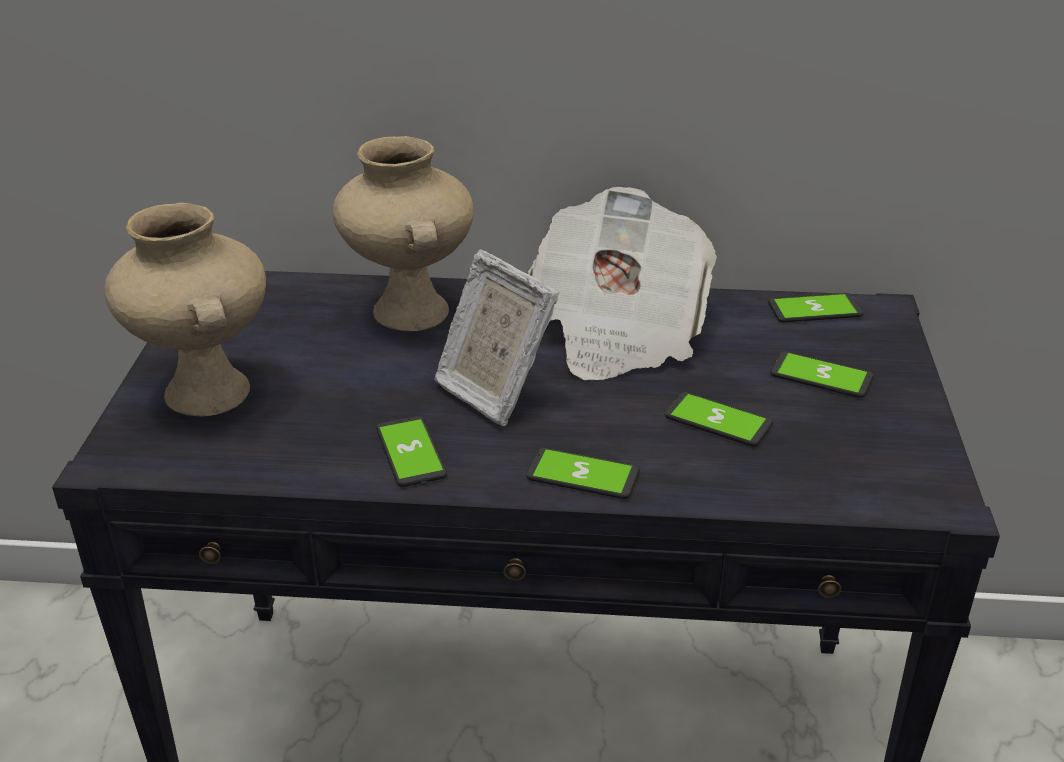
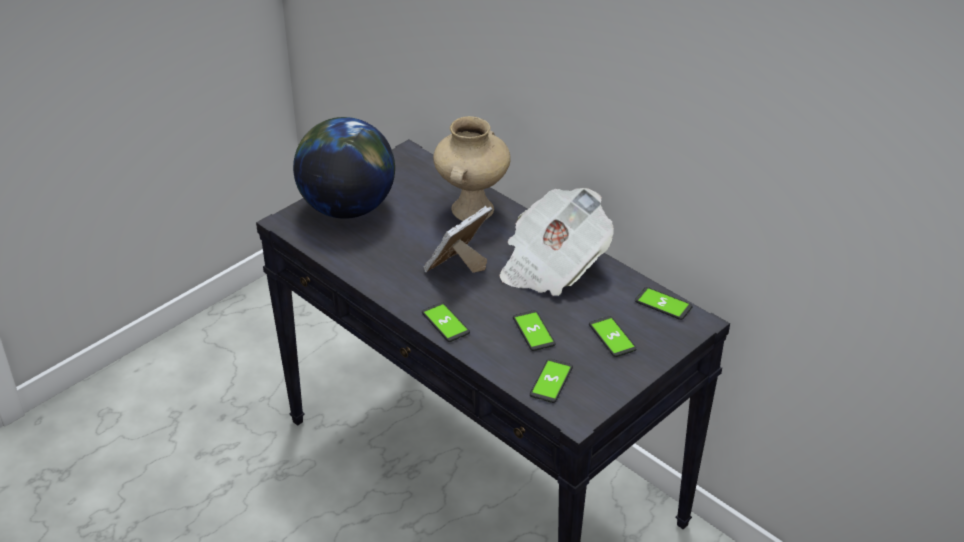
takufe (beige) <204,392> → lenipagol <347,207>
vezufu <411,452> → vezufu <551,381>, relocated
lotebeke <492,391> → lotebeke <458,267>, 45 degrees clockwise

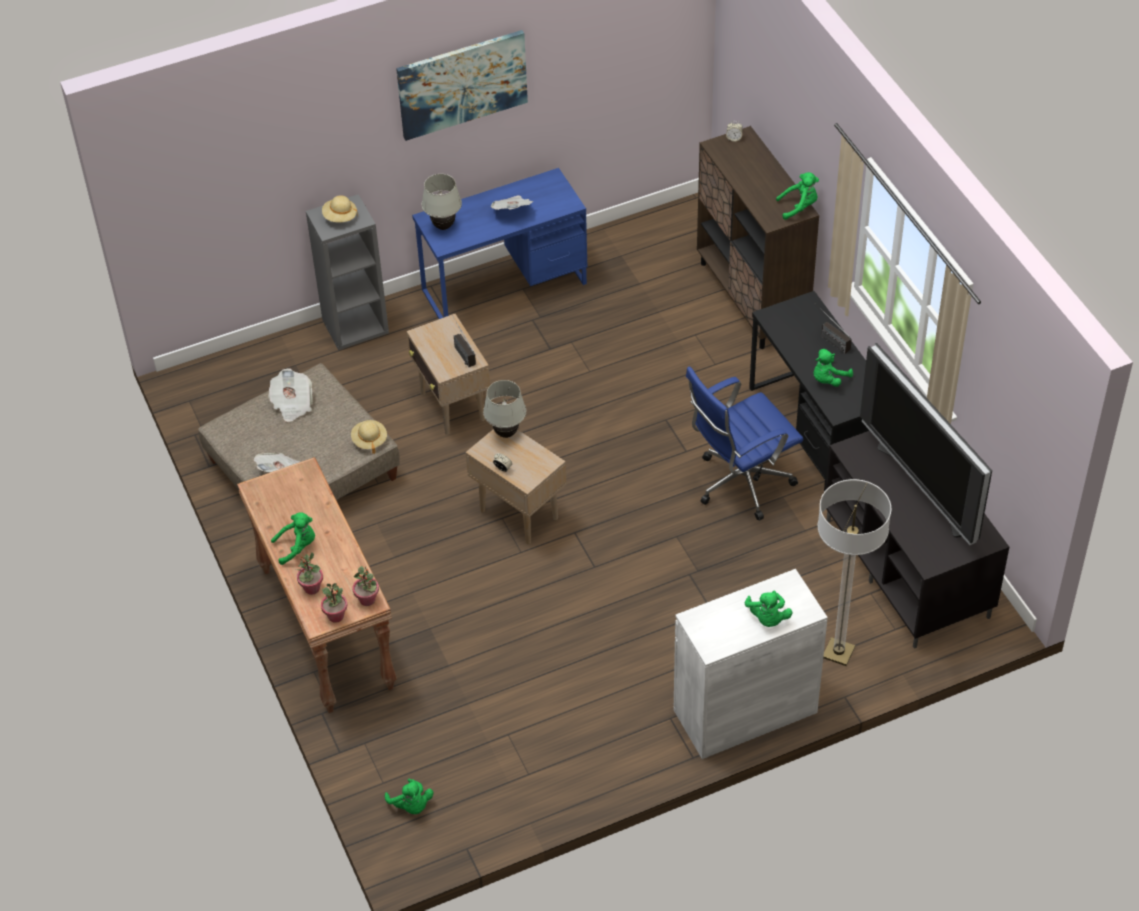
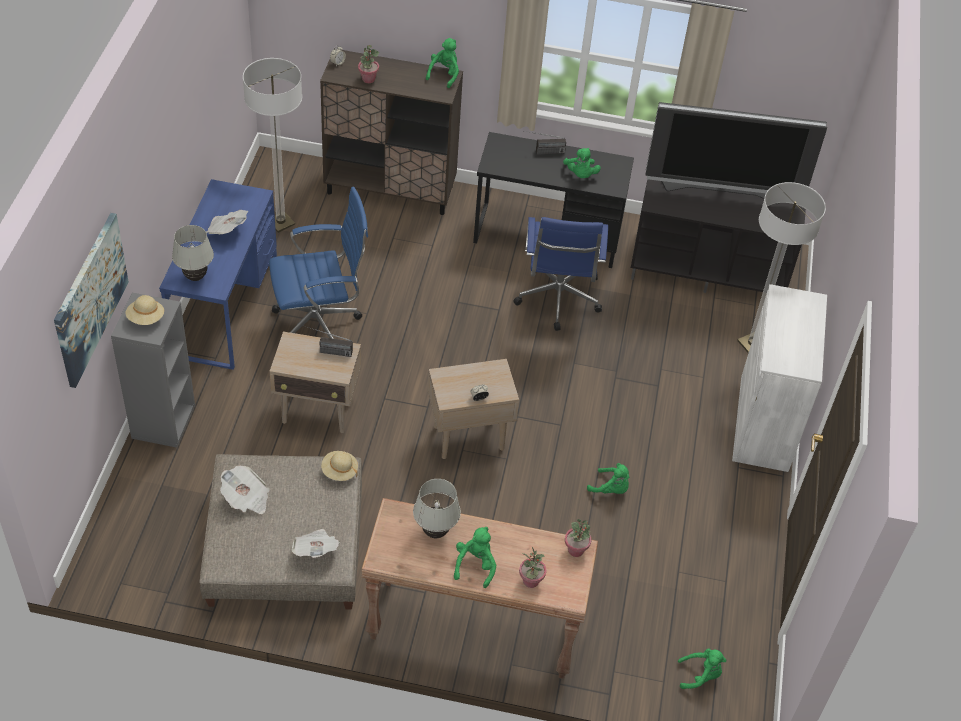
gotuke <336,616> → gotuke <368,79>, relocated
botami <462,84> → botami <90,299>, relocated
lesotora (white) <506,433> → lesotora (white) <435,532>, relocated
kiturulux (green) <767,618> → kiturulux (green) <611,489>, relocated
- → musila <281,223>
- → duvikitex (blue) <320,324>

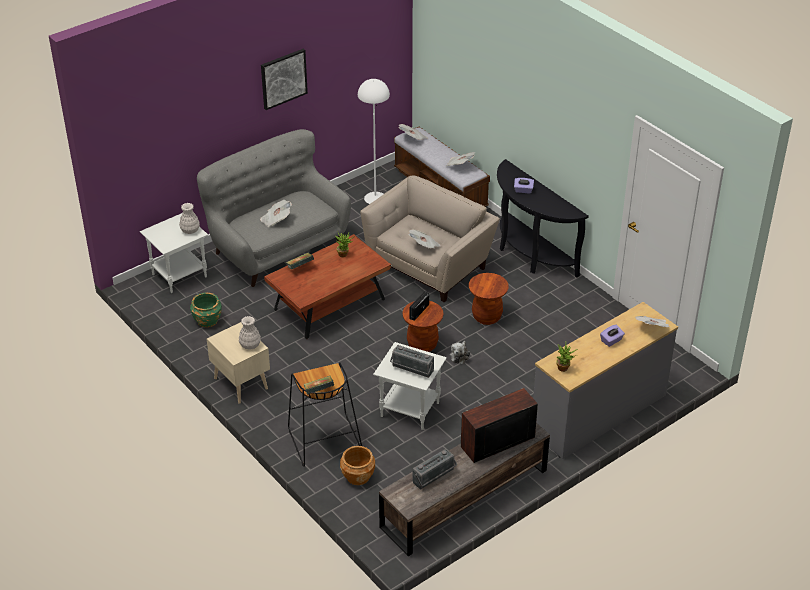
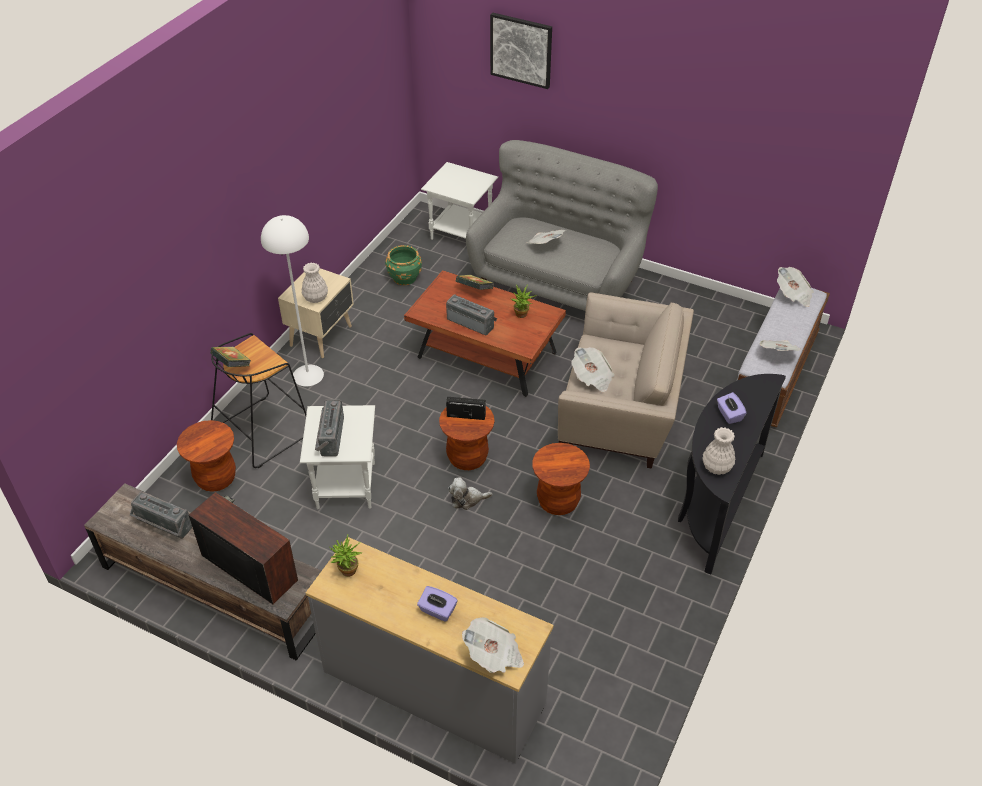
takufe (white) <190,230> → takufe (white) <717,467>, relocated
botami <283,78> → botami <521,50>, relocated
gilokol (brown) <357,476> → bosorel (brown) <216,478>
musila (white) <375,198> → musila (white) <308,375>, relocated
- → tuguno <472,322>

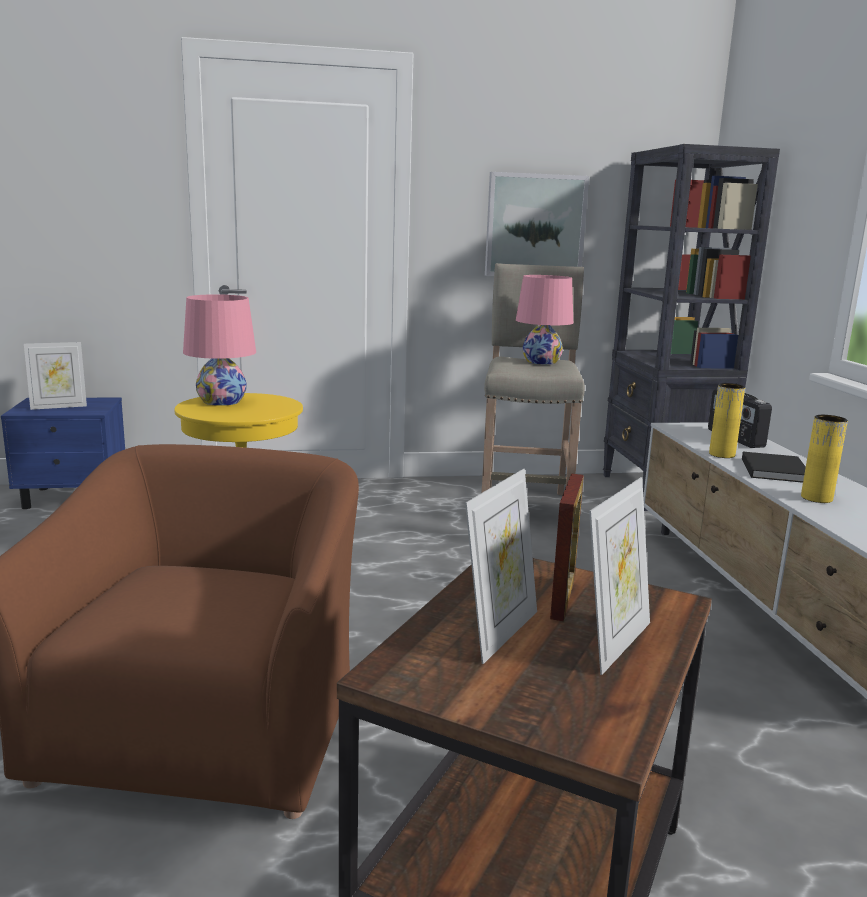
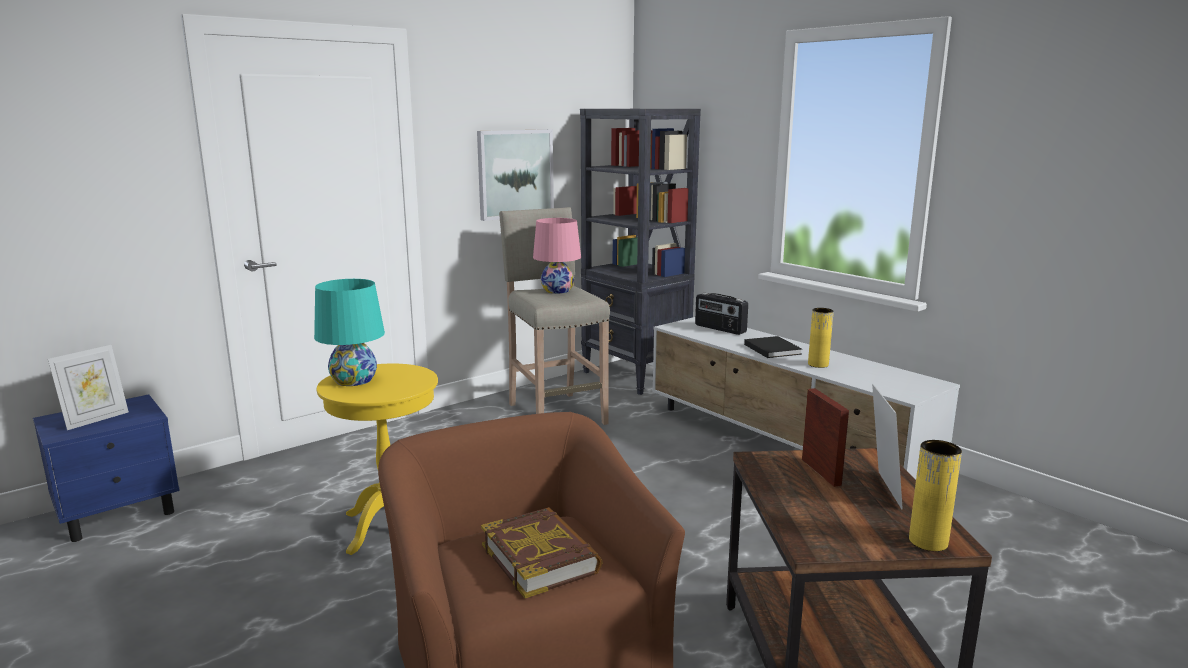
lesotora (pink) <221,401> → lesotora (turquoise) <353,380>
lotebeke <499,632> → -
takufe (yellow) <722,454> → takufe (yellow) <928,542>, relocated
- → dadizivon <540,558>

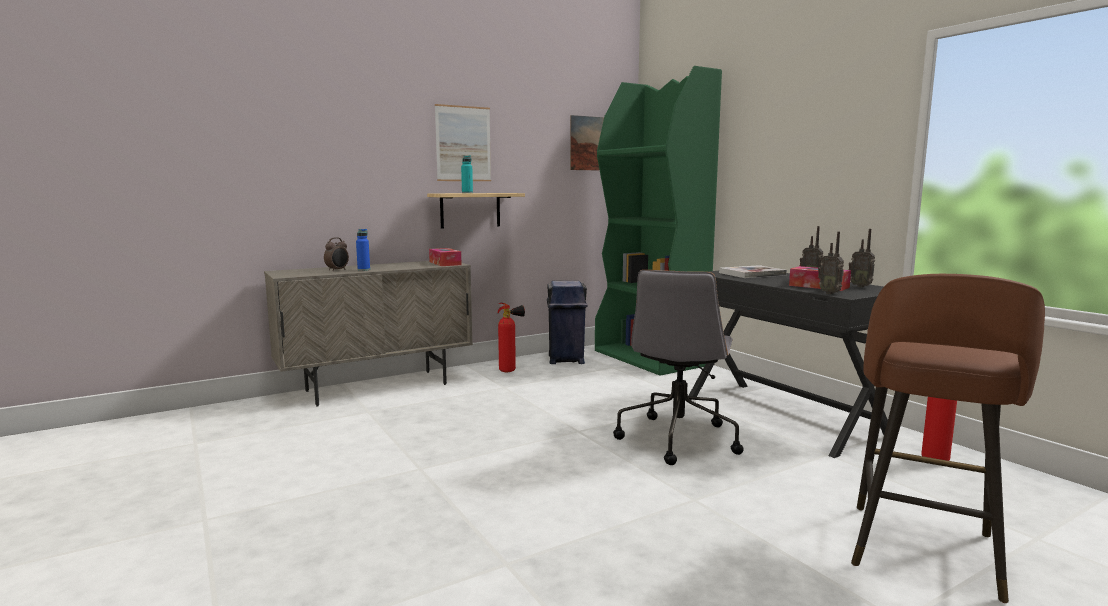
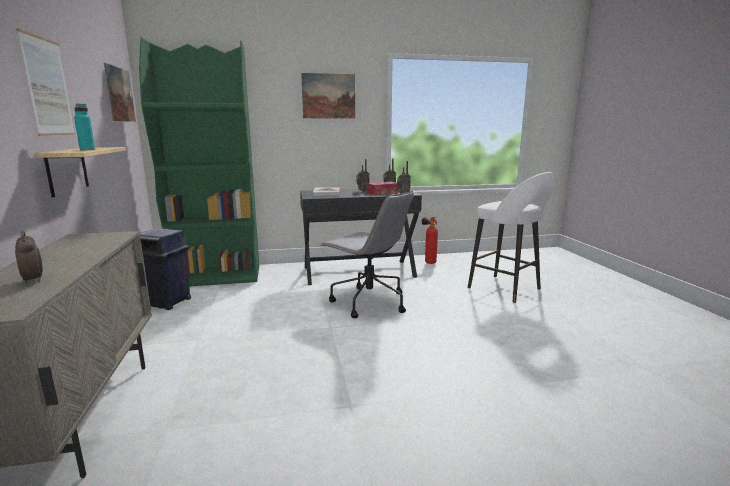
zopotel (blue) <363,269> → -
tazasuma <445,263> → -
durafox <511,371> → -
bosorel (brown) <922,552> → bosorel (white) <506,289>
- → botami <328,96>

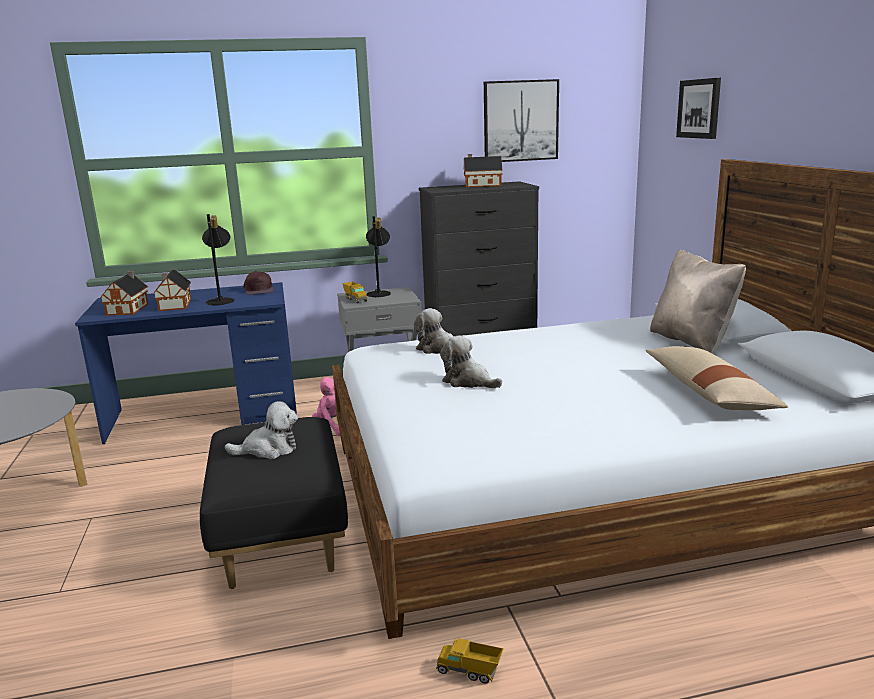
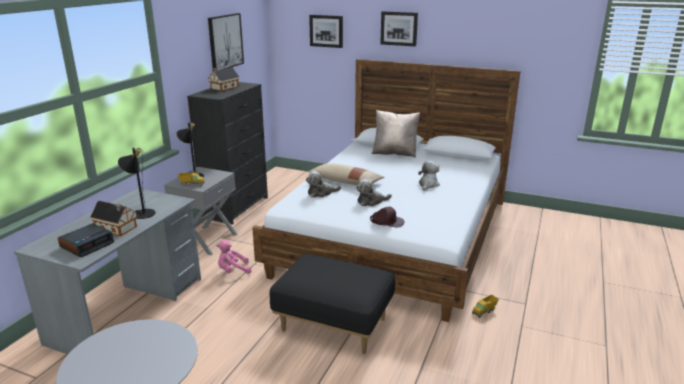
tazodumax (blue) <206,415> → tazodumax (grey) <129,309>
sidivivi <129,309> → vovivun <87,244>
kiturulux <269,449> → kiturulux <428,185>, relocated
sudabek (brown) <259,290> → sudabek (brown) <387,221>, relocated
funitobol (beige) <708,393> → funitobol (beige) <346,182>, relocated
- → botami <399,28>

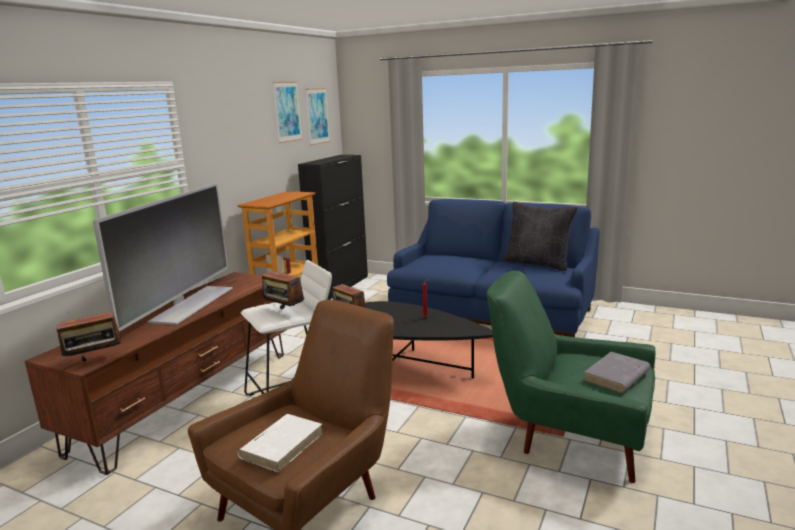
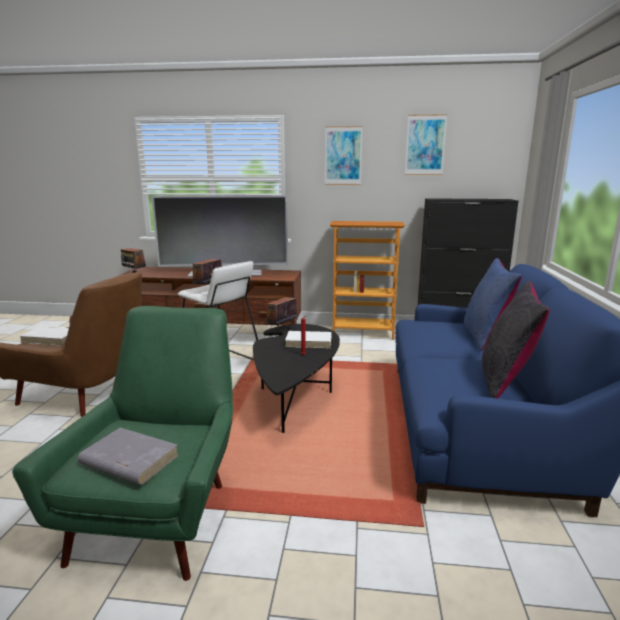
botami <317,116> → botami <343,156>, relocated
- → dadizivon (white) <309,342>
- → funitobol (blue) <485,336>

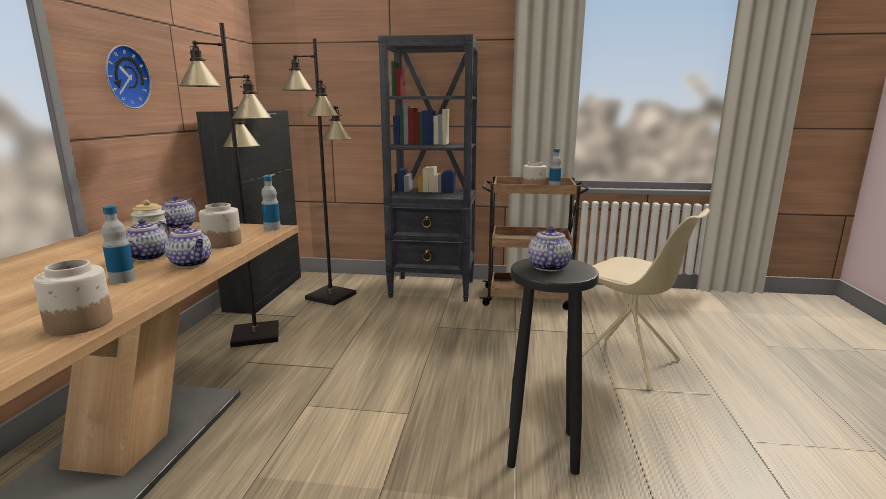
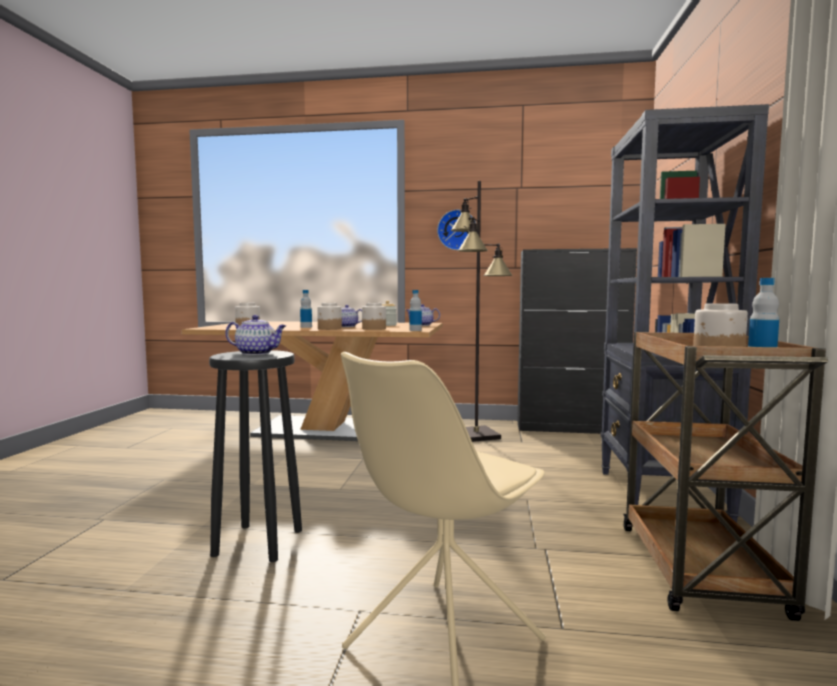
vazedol <191,263> → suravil <329,329>
musila (black) <331,296> → -

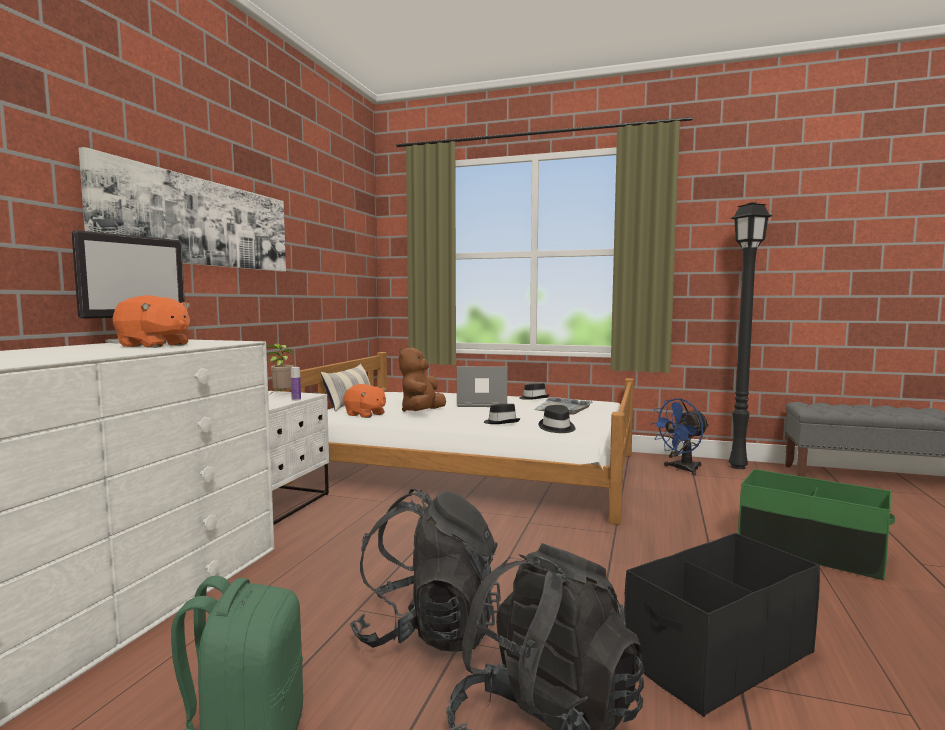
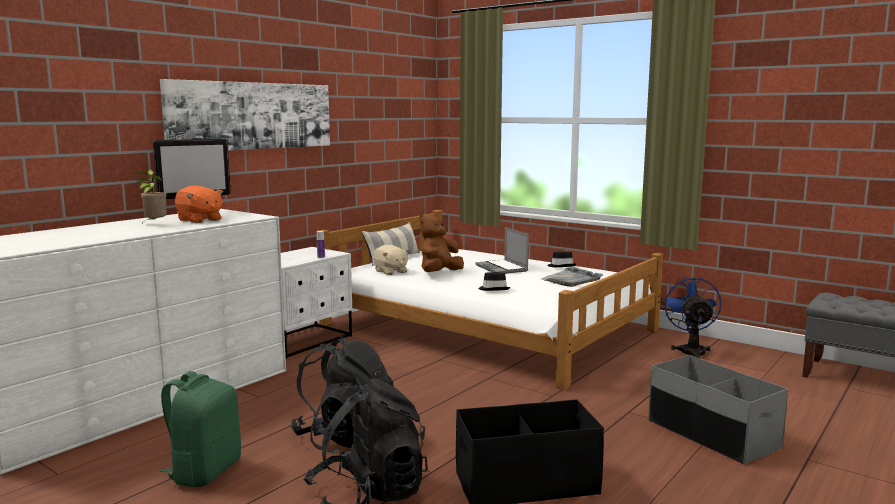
gotuke <281,395> → gotuke <154,224>, relocated
kiturulux (orange) <365,415> → kiturulux (beige) <390,271>
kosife <481,404> → kosife <502,268>, 135 degrees counterclockwise
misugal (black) <557,428> → -
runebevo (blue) <681,469> → runebevo (blue) <691,350>, 105 degrees clockwise
musila (black) <739,467> → -
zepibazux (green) <810,551> → zepibazux (grey) <712,434>

